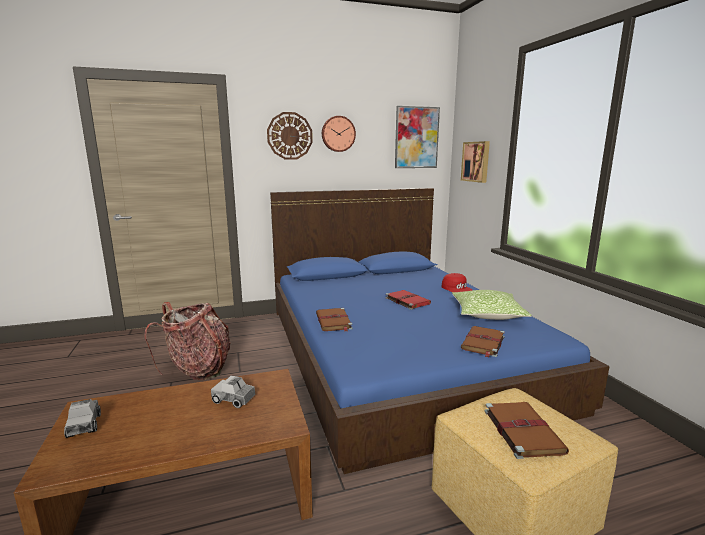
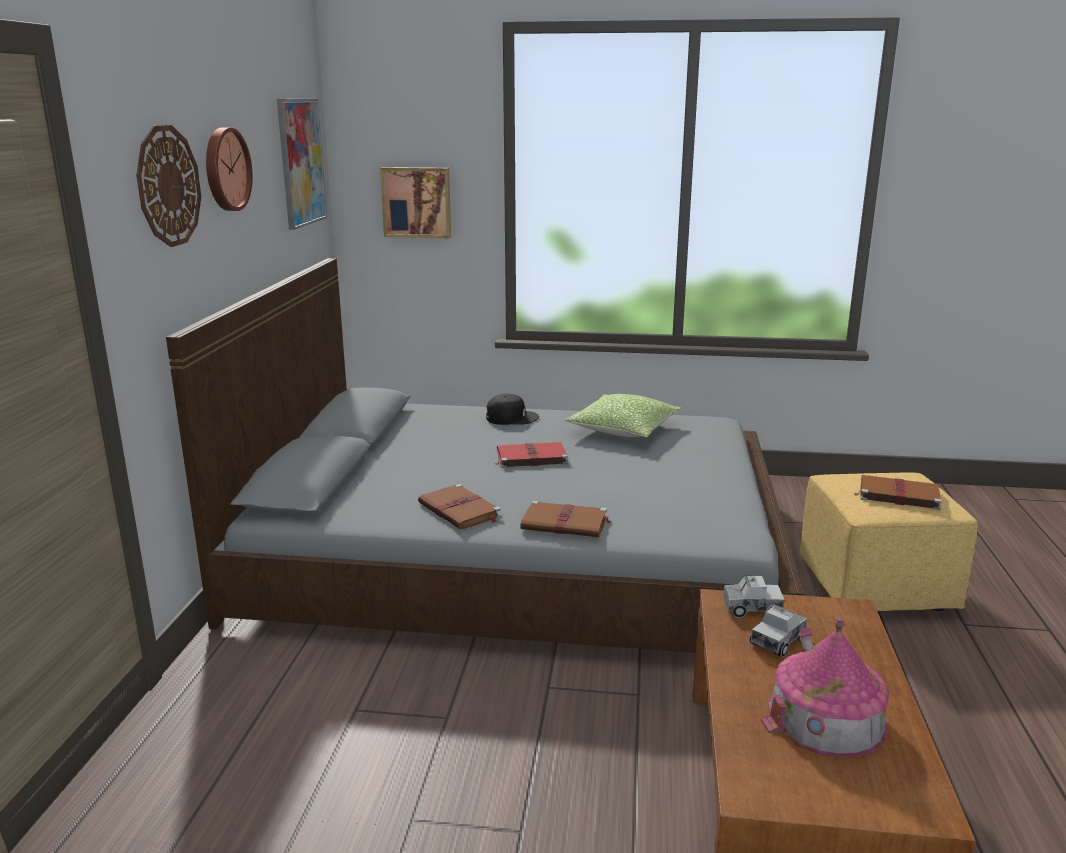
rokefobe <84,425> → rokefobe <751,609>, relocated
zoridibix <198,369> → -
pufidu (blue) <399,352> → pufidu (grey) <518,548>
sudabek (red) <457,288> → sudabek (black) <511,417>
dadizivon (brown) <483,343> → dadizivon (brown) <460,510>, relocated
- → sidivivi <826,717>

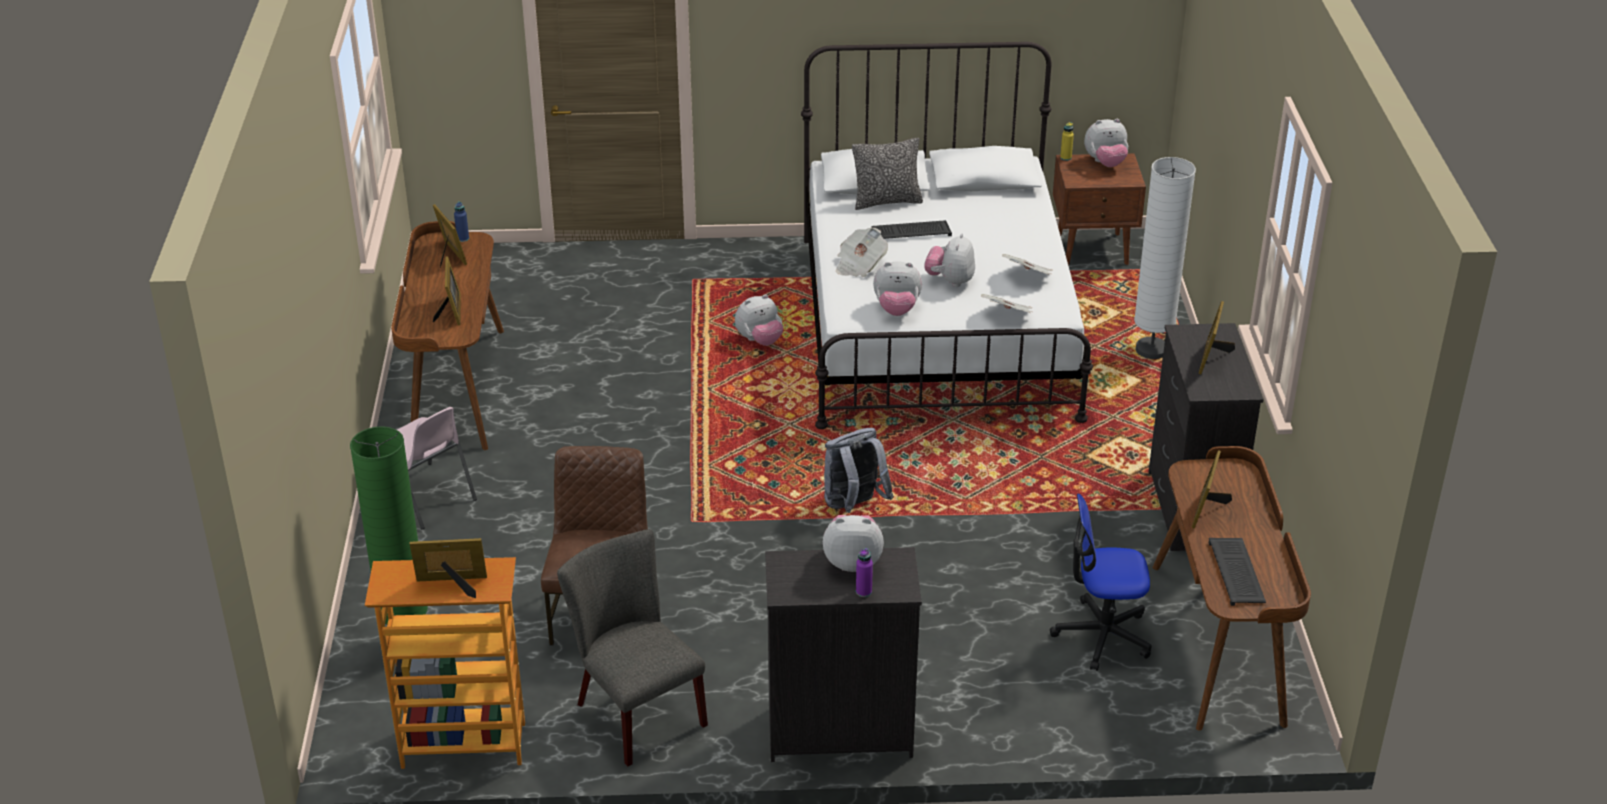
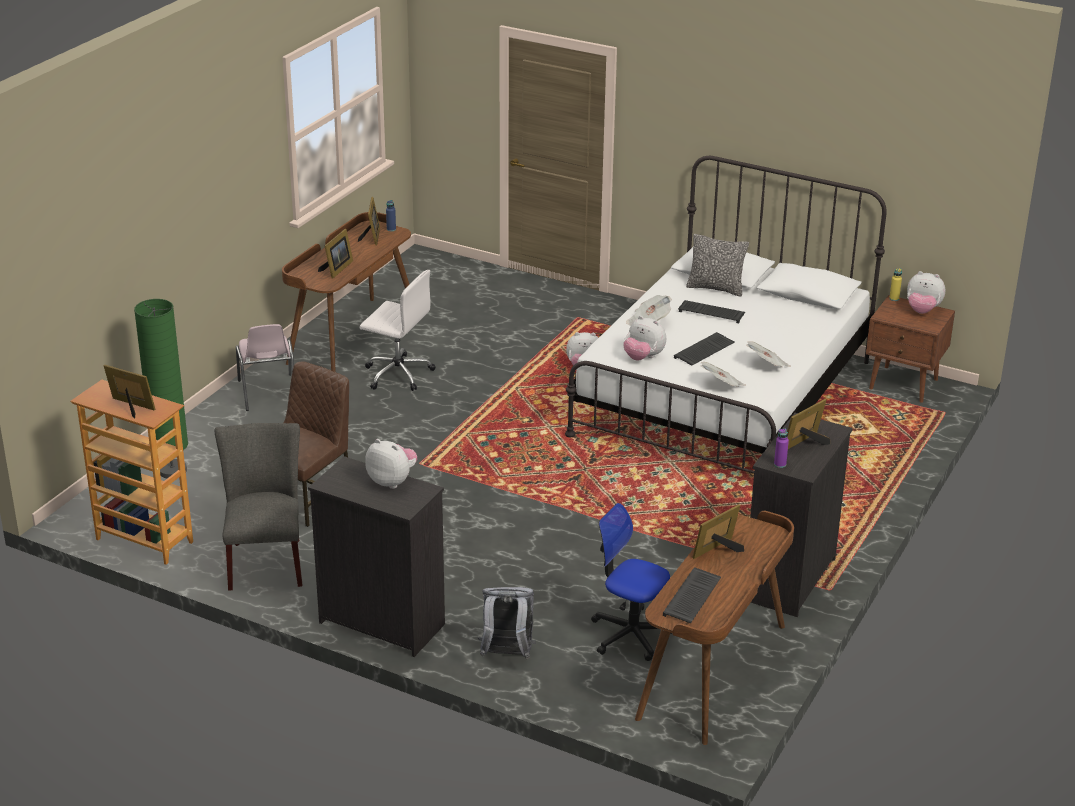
zoridibix (grey) <854,506> → zoridibix (grey) <506,655>, relocated
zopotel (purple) <863,592> → zopotel (purple) <780,464>, relocated
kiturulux <950,281> → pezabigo <704,351>
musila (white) <1151,350> → -
- → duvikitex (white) <397,373>

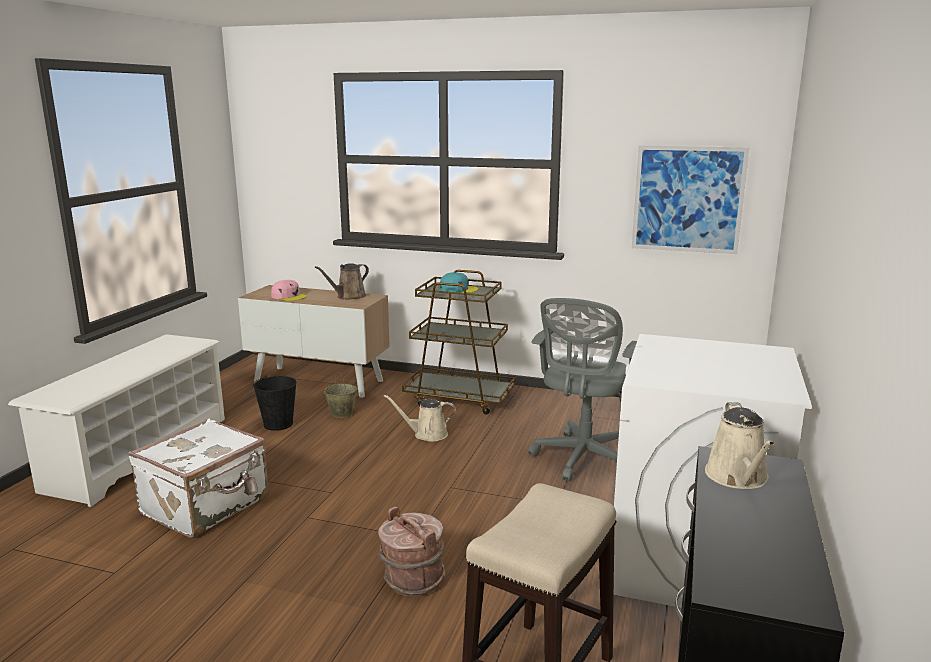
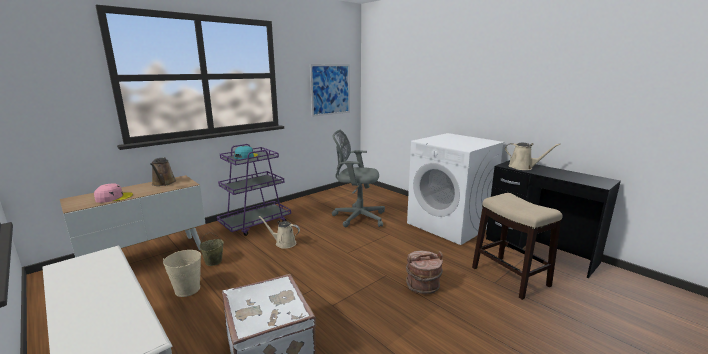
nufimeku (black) <278,424> → nufimeku (beige) <187,289>
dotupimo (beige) <427,434> → dotupimo (beige) <283,243>, 75 degrees clockwise
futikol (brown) <459,398> → futikol (purple) <256,223>
duvikitex (grey) <582,459> → duvikitex (grey) <357,217>, 135 degrees clockwise

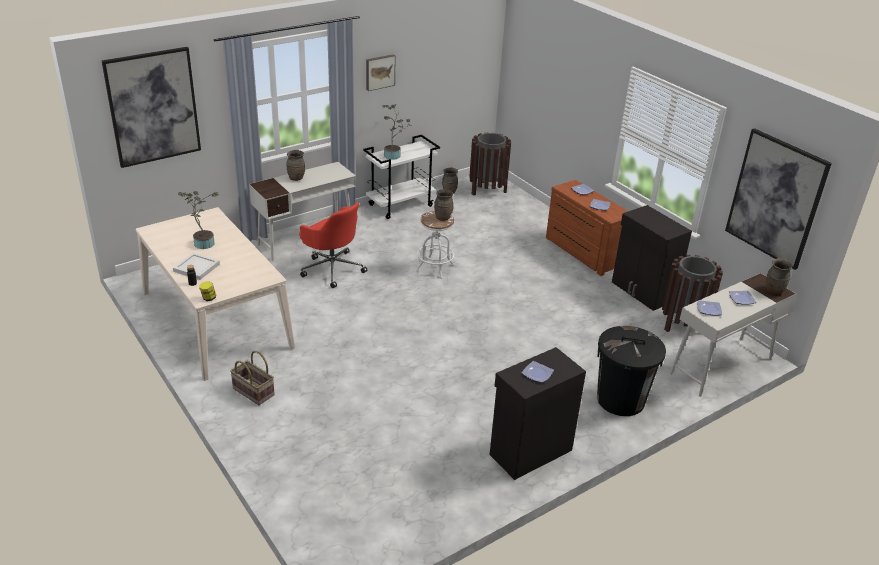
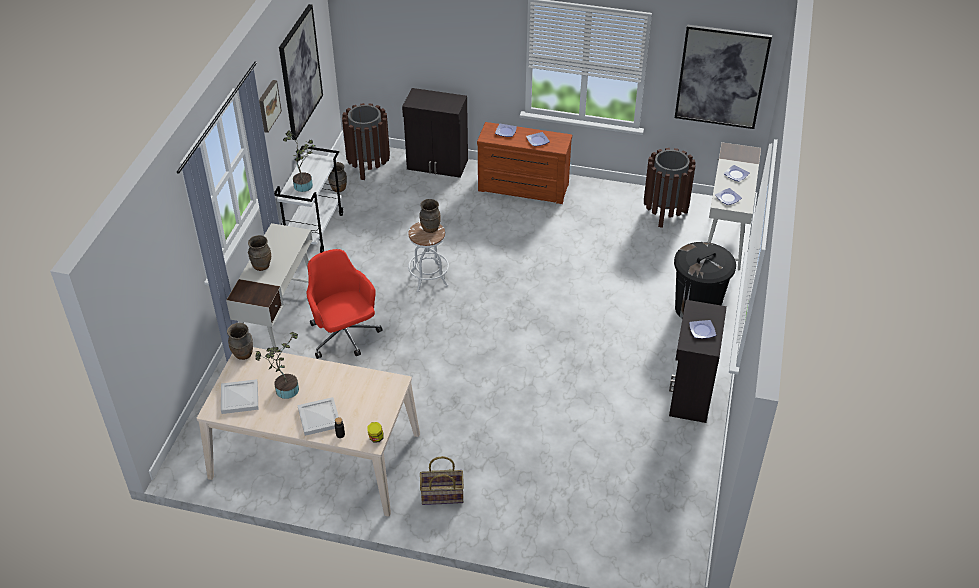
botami <153,107> → botami <300,72>, relocated
duvikitex (red) <332,268> → duvikitex (red) <344,336>, 120 degrees counterclockwise
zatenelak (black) <642,292> → zatenelak (black) <437,165>, relocated
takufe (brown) <774,291> → takufe (brown) <243,354>, relocated
- → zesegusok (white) <240,398>

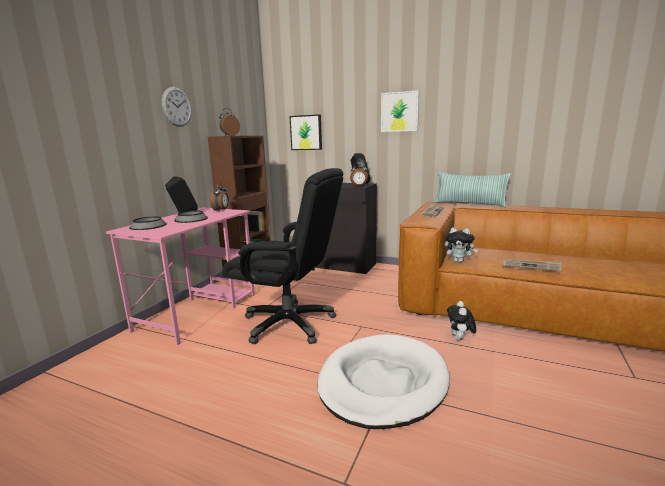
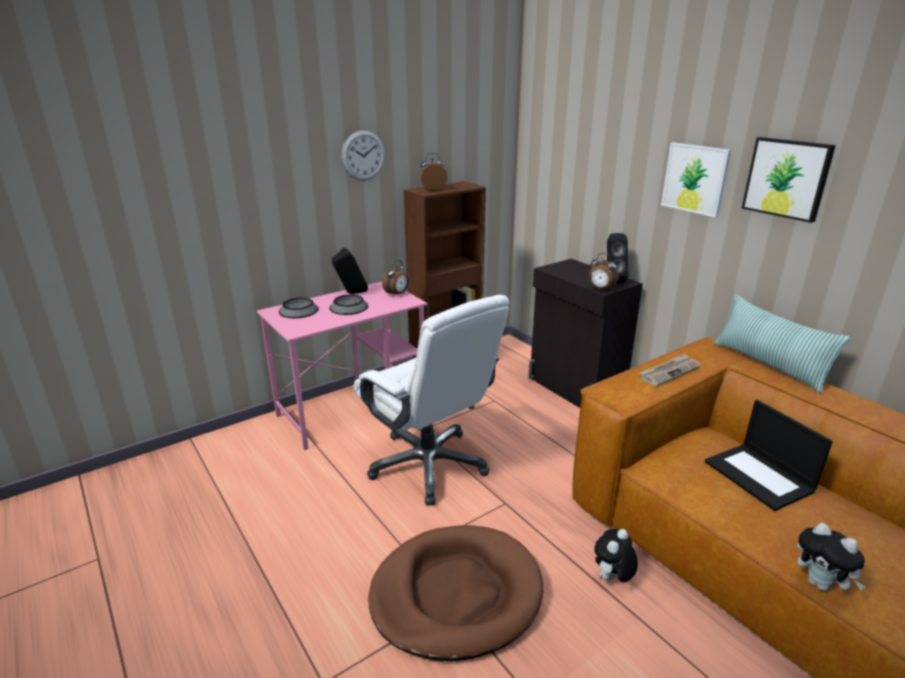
duvikitex (black) <290,323> → duvikitex (white) <429,465>
botami <306,132> → botami <787,178>, relocated
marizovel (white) <382,383> → marizovel (brown) <456,594>
kiturulux <459,261> → kiturulux <821,584>, relocated
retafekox <531,266> → -
- → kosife <760,476>

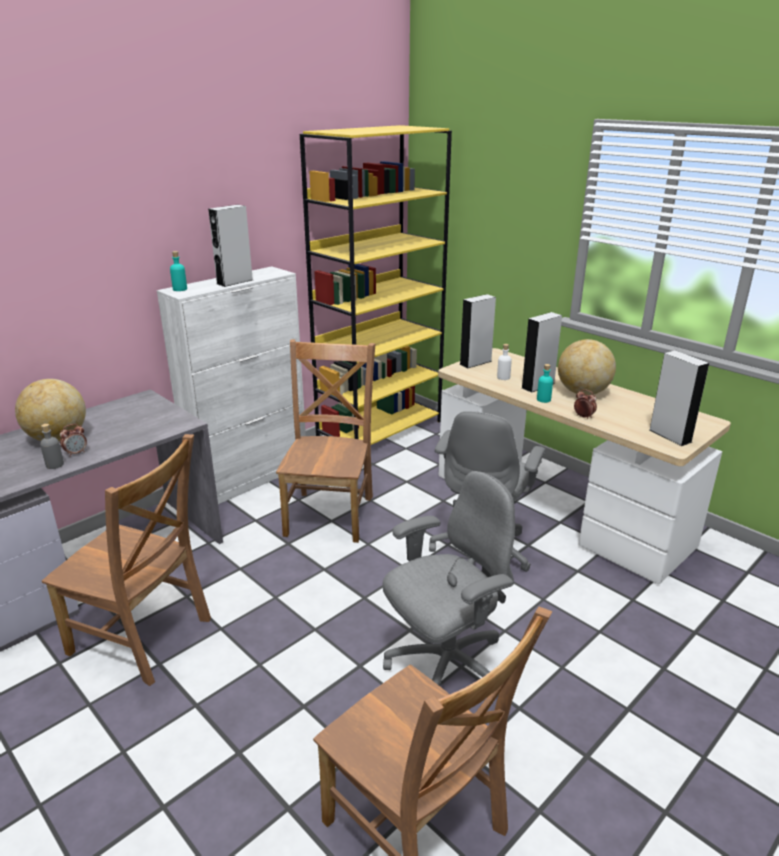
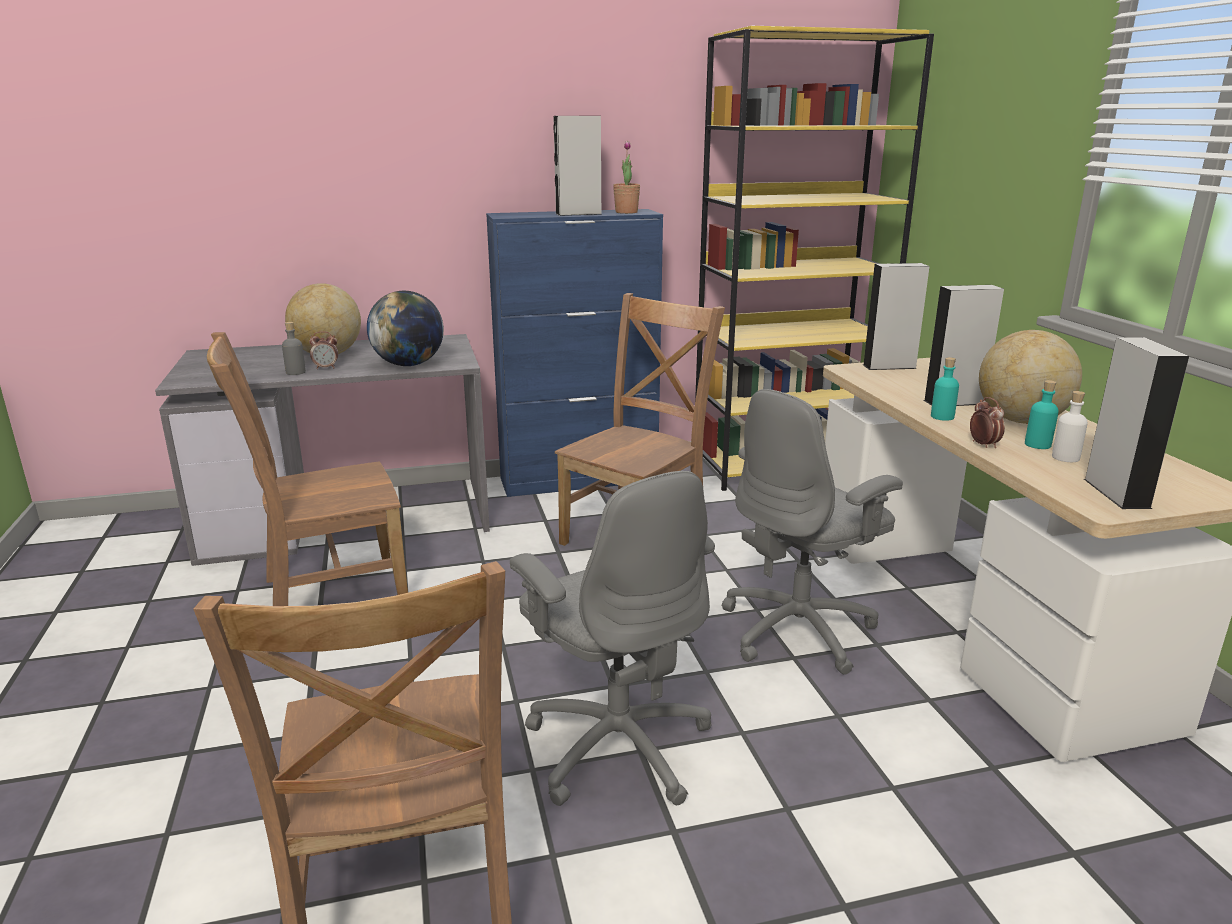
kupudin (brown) <144,638> → kupudin (brown) <328,595>, 105 degrees clockwise
zatenelak (white) <250,478> → zatenelak (blue) <580,479>
zopotel (turquoise) <180,289> → zopotel (turquoise) <1037,445>, relocated
duvikitex (grey) <445,668> → duvikitex (grey) <617,745>, 60 degrees clockwise
zopotel (white) <503,377> → zopotel (white) <1065,457>, relocated
- → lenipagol <409,364>
- → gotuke <626,212>

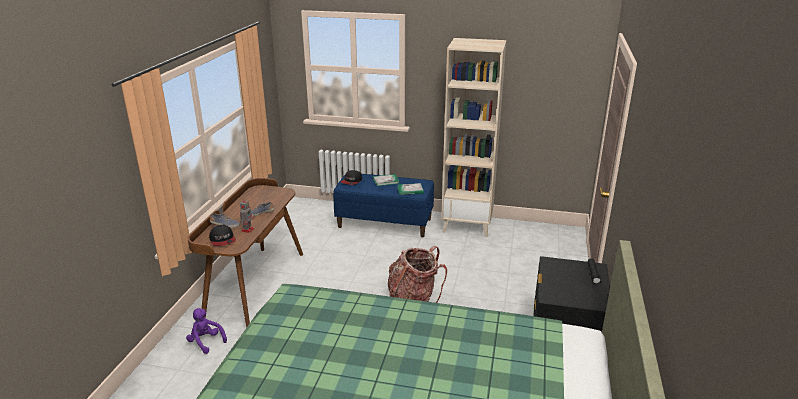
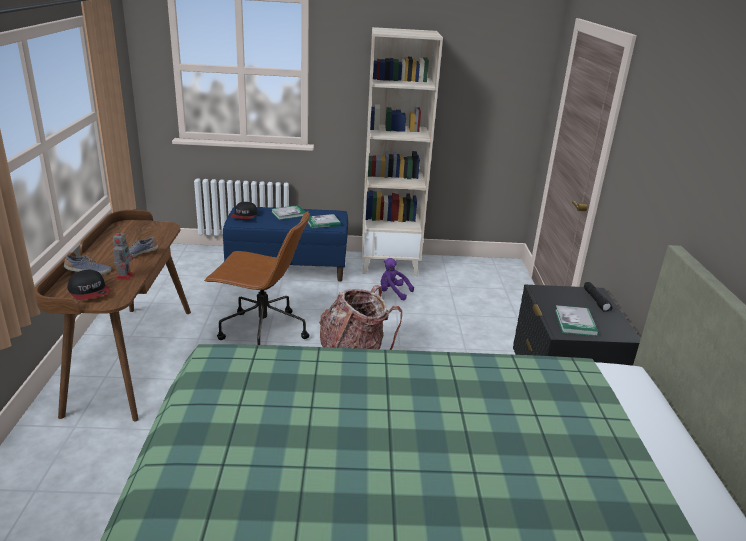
kiturulux (purple) <206,342> → kiturulux (purple) <393,292>, relocated
- → duvikitex (brown) <262,331>
- → dadizivon <575,322>

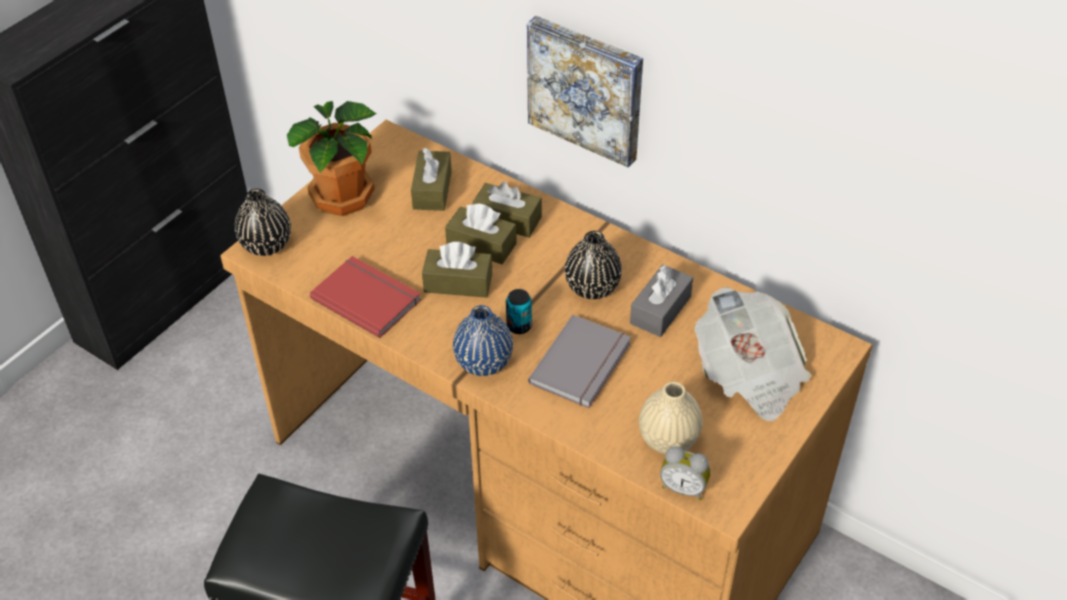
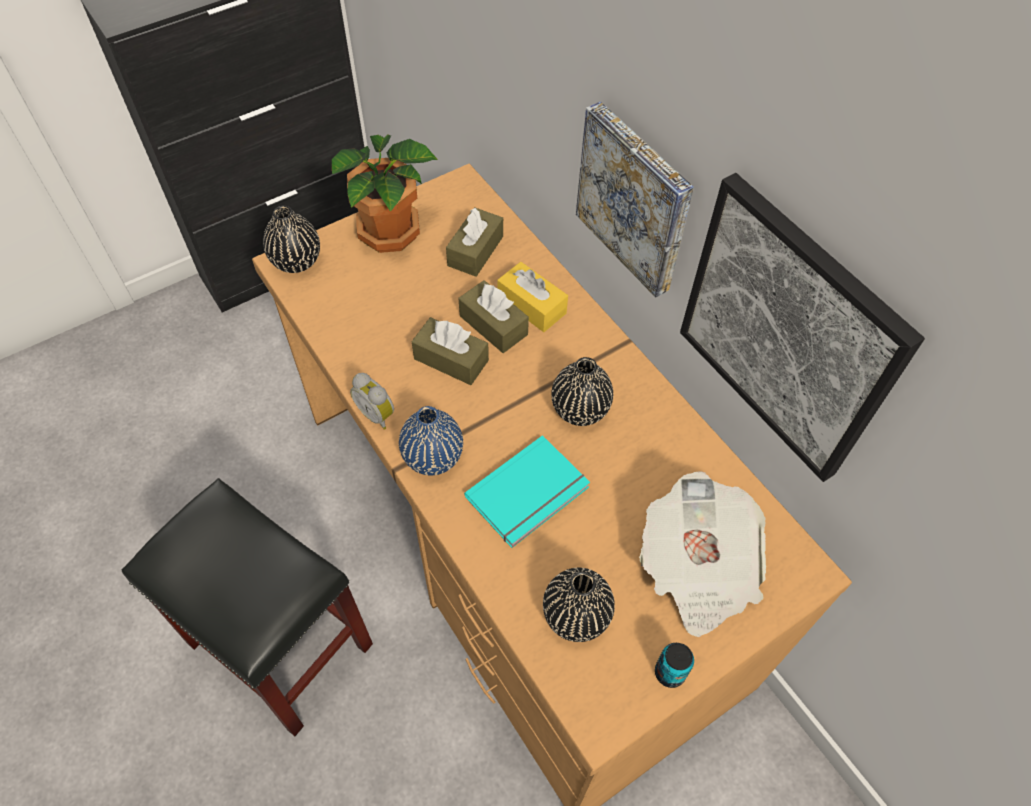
dadizivon (red) <367,297> → -
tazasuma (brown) <507,219> → tazasuma (yellow) <531,305>
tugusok <519,326> → tugusok <670,672>, relocated
dadizivon (grey) <583,364> → dadizivon (turquoise) <530,494>
tazasuma (grey) <660,310> → -
takufe (beige) <668,439> → takufe (black) <576,615>
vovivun <683,488> → vovivun <377,414>, relocated
- → botami <788,331>

